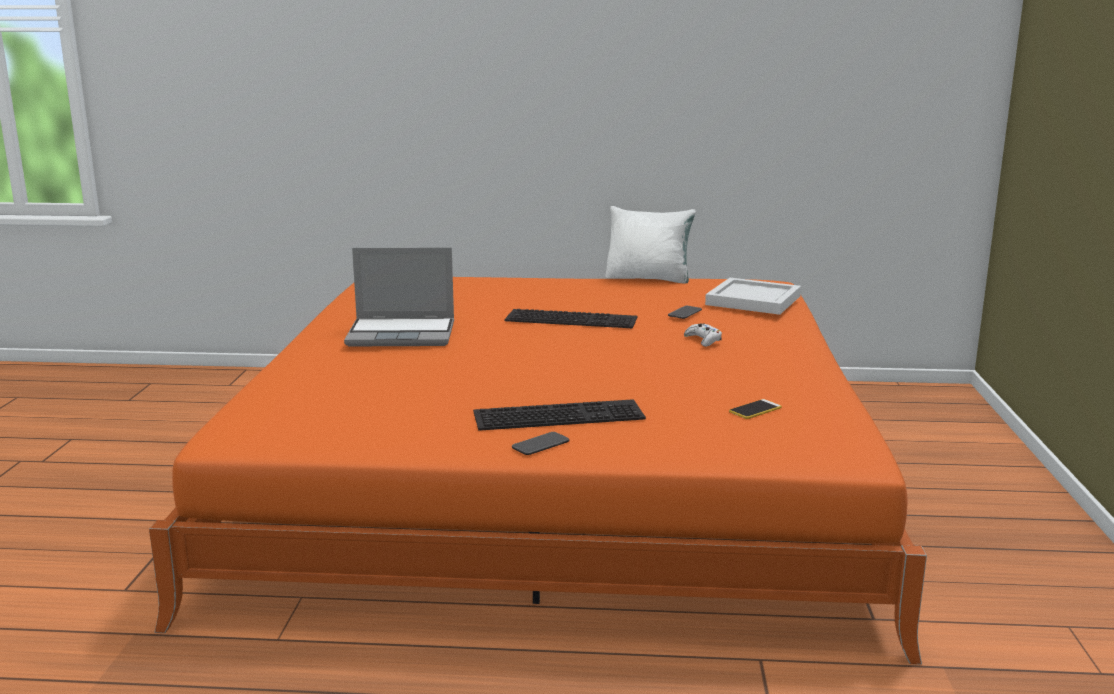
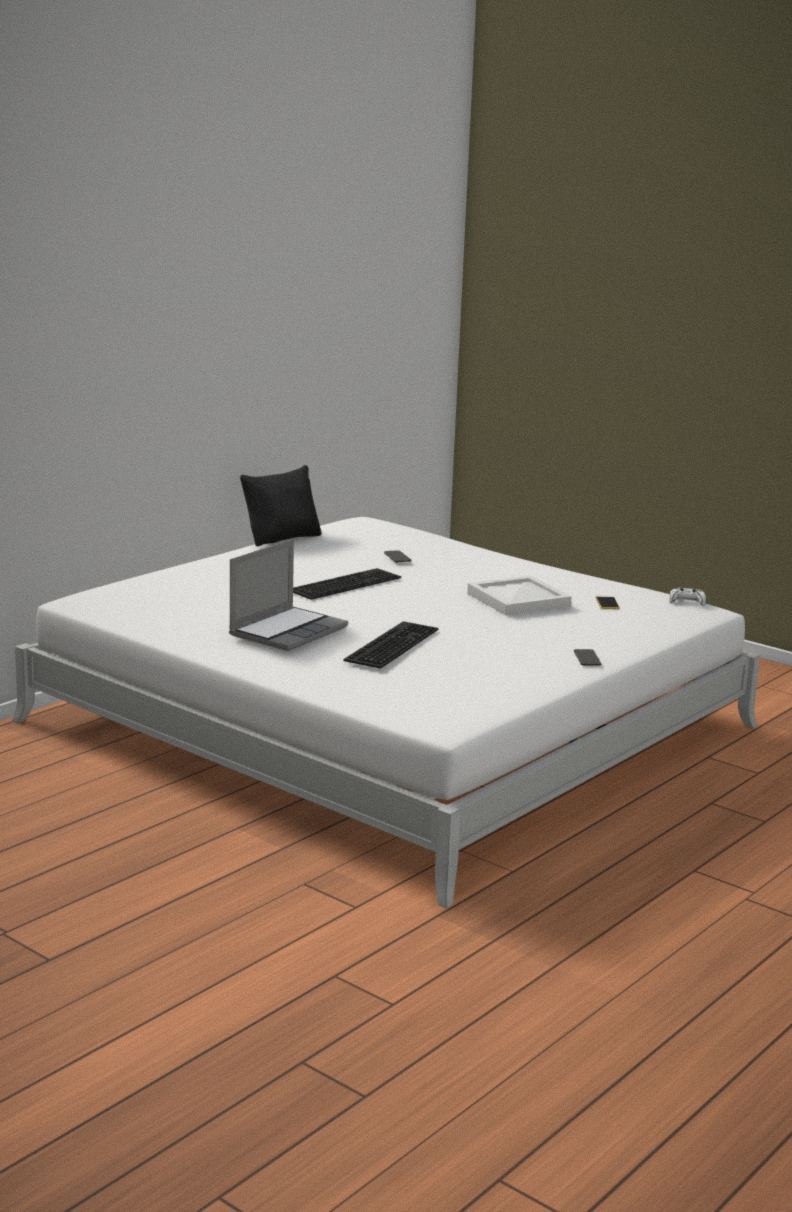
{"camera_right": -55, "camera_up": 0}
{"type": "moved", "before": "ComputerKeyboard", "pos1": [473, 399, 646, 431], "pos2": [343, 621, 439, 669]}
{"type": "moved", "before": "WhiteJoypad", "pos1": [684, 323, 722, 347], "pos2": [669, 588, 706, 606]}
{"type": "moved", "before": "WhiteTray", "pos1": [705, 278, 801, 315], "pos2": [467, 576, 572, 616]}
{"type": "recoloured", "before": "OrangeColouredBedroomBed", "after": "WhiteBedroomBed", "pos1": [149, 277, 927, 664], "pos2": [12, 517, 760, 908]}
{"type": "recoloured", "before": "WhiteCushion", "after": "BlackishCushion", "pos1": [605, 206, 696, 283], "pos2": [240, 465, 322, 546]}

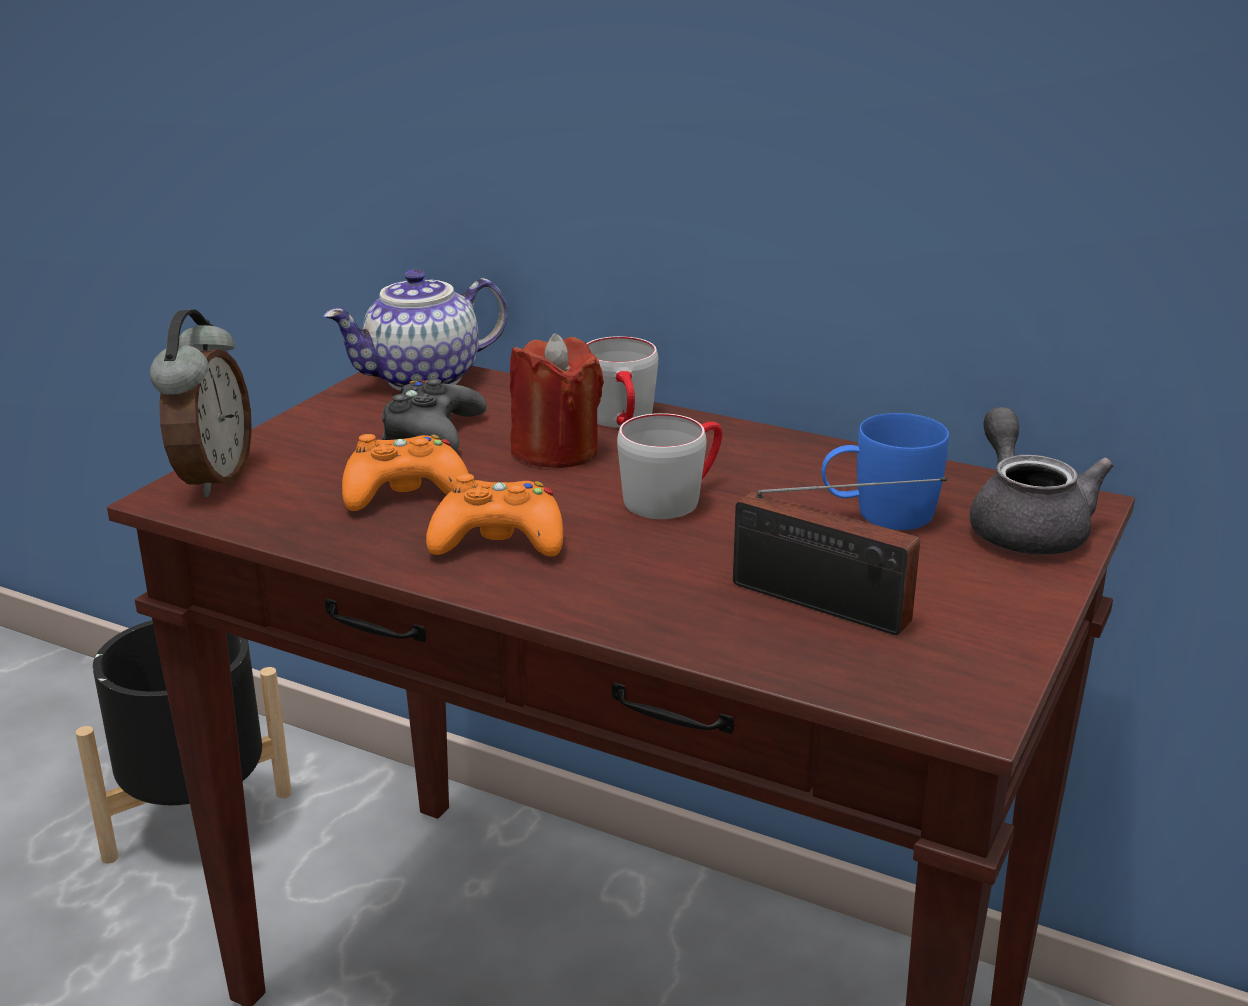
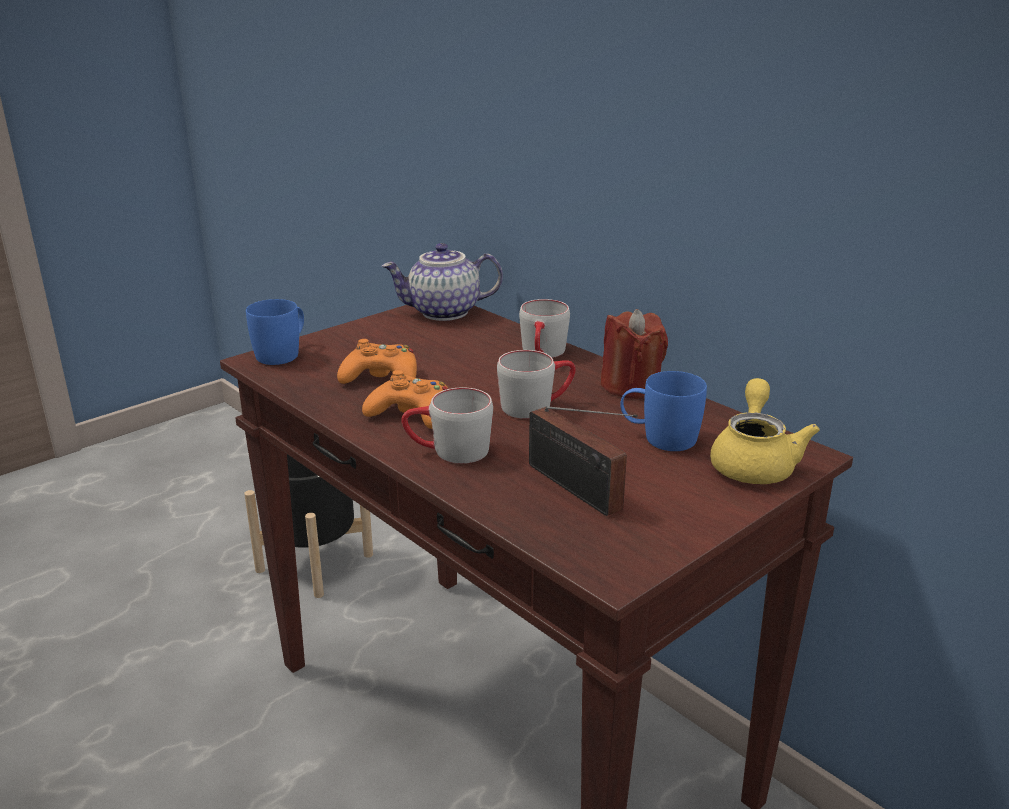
{"camera_right": 20, "camera_up": 0}
{"type": "removed", "before": "BlackishJoypad", "pos1": [382, 379, 487, 451]}
{"type": "added", "after": "GreyTeaMug", "pos2": [401, 388, 493, 464]}
{"type": "moved", "before": "ReddishCandle", "pos1": [510, 333, 604, 468], "pos2": [601, 309, 668, 399]}
{"type": "replaced", "before": "BedsideClock", "after": "BlueTeaMug", "pos1": [150, 310, 252, 498], "pos2": [246, 299, 304, 365]}
{"type": "recoloured", "before": "GreyTeapot", "after": "YellowColouredTeapot", "pos1": [970, 407, 1113, 555], "pos2": [710, 378, 820, 484]}

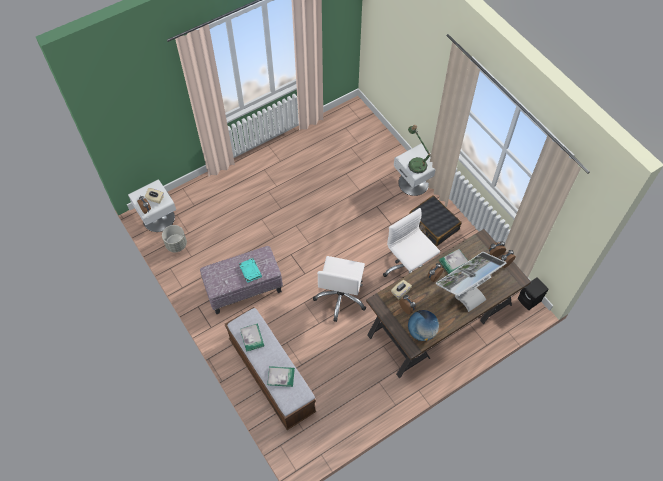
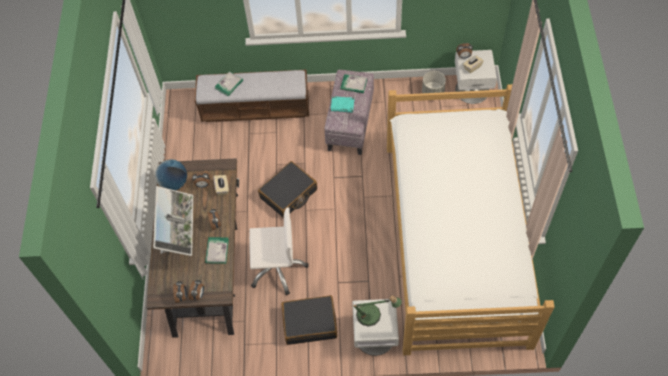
{"camera_right": 125, "camera_up": 0}
{"type": "removed", "before": "BlackishSpeaker", "pos1": [518, 277, 548, 310]}
{"type": "added", "after": "BedroomBed", "pos2": [387, 84, 555, 355]}
{"type": "moved", "before": "Book", "pos1": [240, 324, 264, 352], "pos2": [340, 74, 367, 93]}
{"type": "replaced", "before": "WhiteComputerChair", "after": "BlackishSuitcase", "pos1": [313, 256, 366, 322], "pos2": [258, 161, 317, 218]}

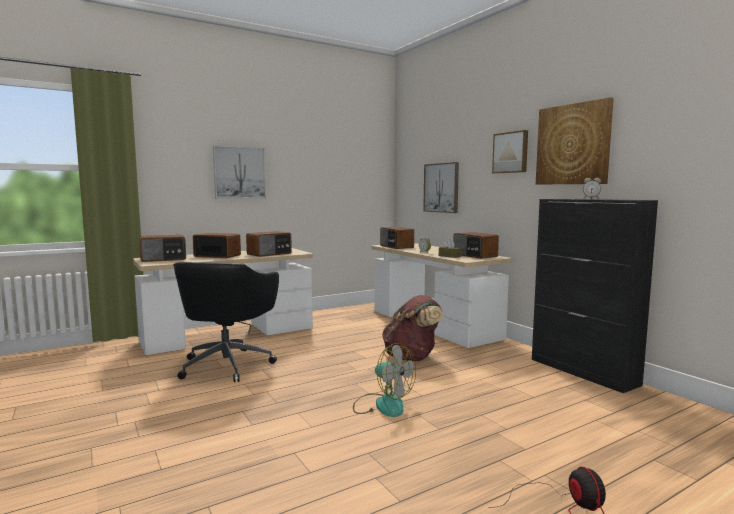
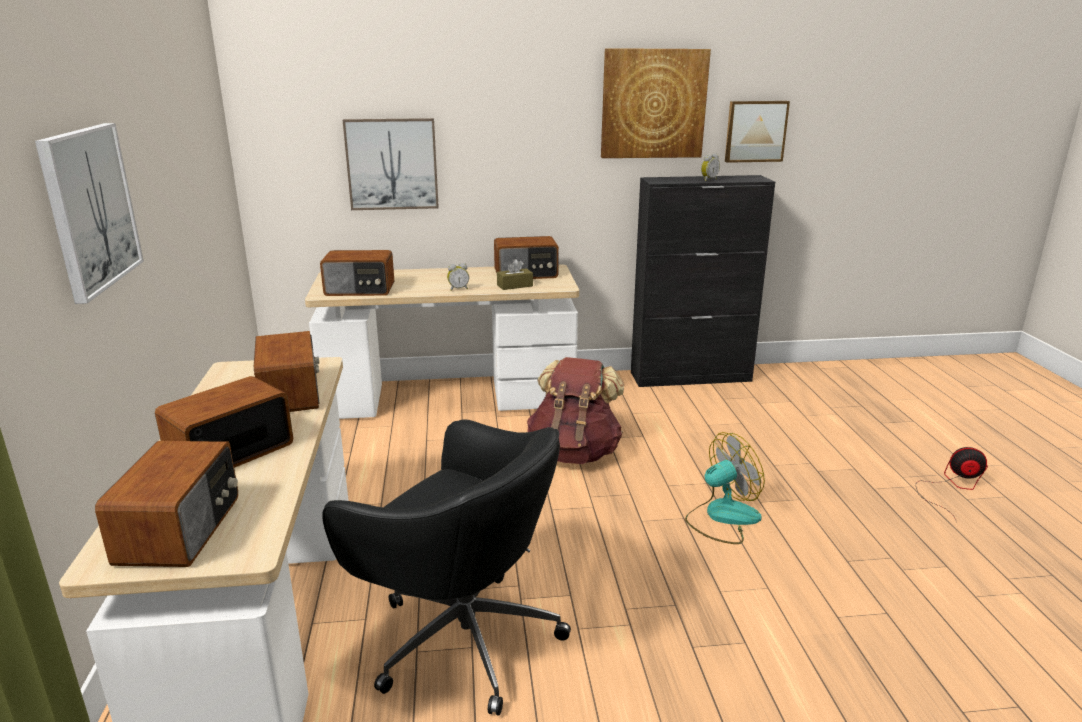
{"camera_right": -65, "camera_up": 15}
{"type": "moved", "before": "Picture", "pos1": [492, 130, 528, 174], "pos2": [725, 101, 790, 163]}

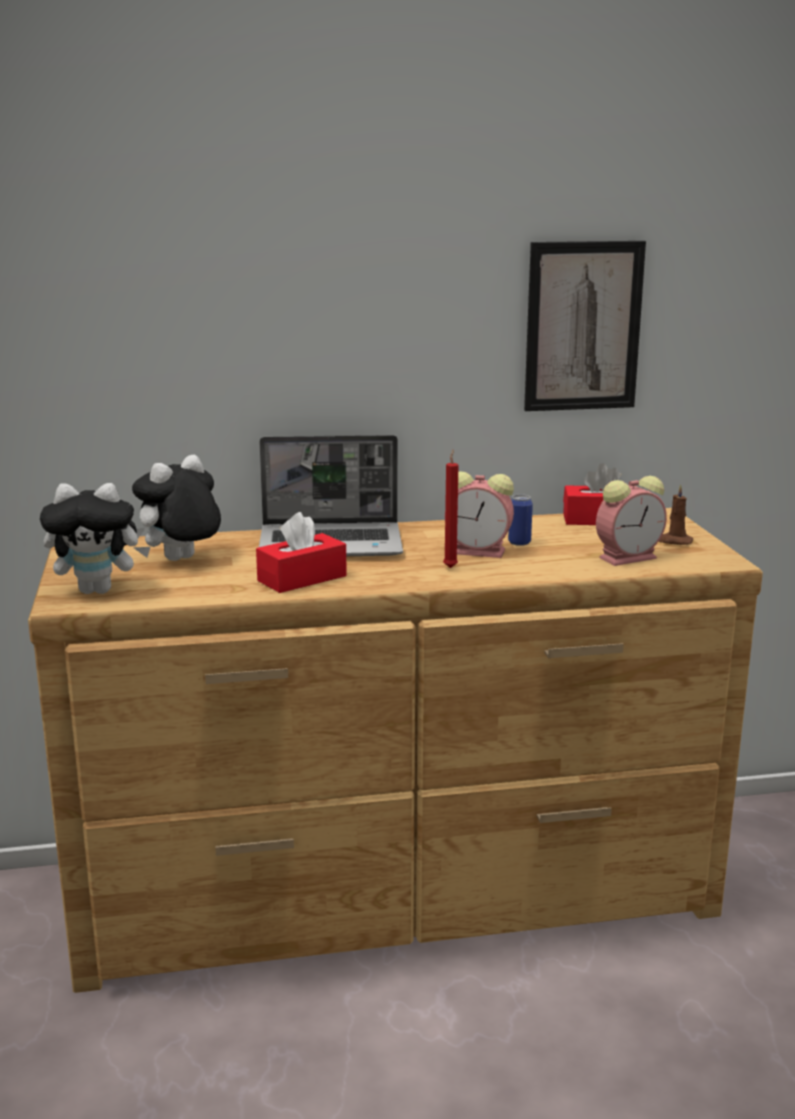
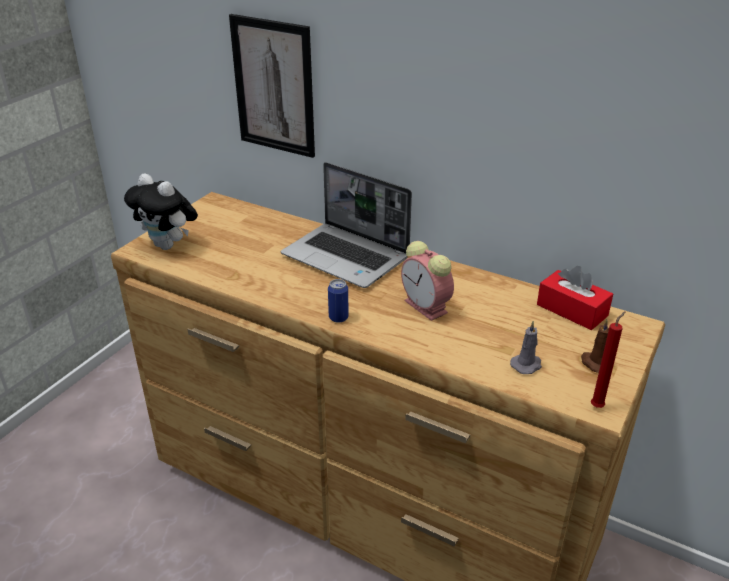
{"camera_right": 40, "camera_up": 15}
{"type": "removed", "before": "SoftToy", "pos1": [132, 455, 221, 561]}
{"type": "removed", "before": "ReddishTissueHolder", "pos1": [256, 512, 347, 593]}
{"type": "moved", "before": "ReddishCandle", "pos1": [443, 449, 458, 568], "pos2": [591, 311, 626, 408]}
{"type": "moved", "before": "Can", "pos1": [508, 494, 533, 546], "pos2": [328, 279, 349, 323]}
{"type": "moved", "before": "Picture", "pos1": [524, 241, 646, 411], "pos2": [229, 14, 315, 158]}
{"type": "replaced", "before": "BedsideClock", "after": "GreyCandle", "pos1": [596, 476, 667, 566], "pos2": [510, 321, 542, 374]}

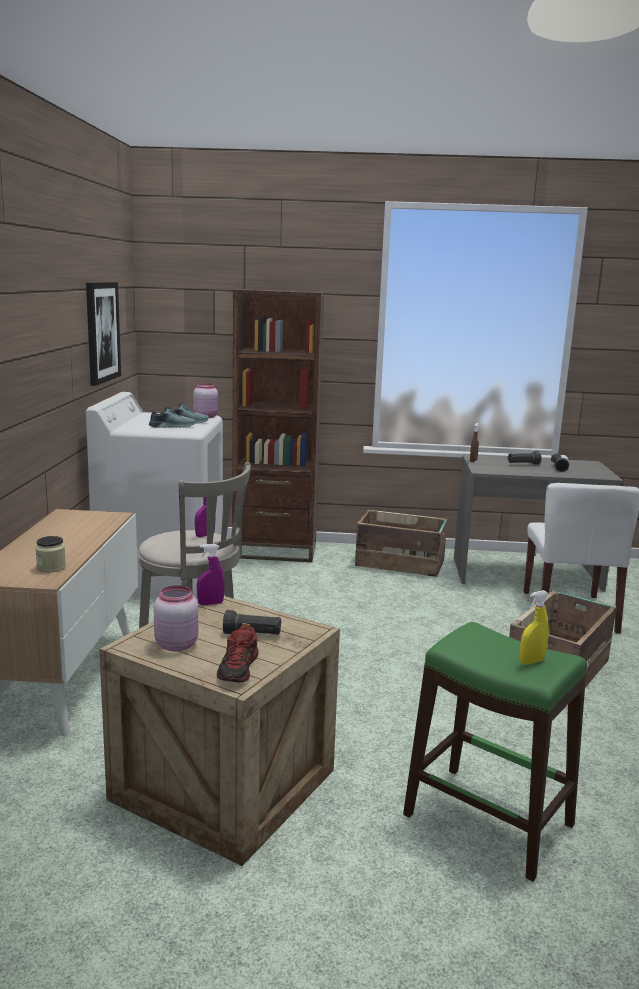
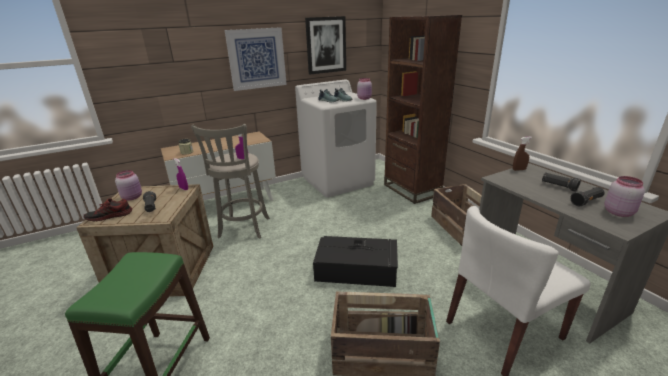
{"camera_right": 60, "camera_up": 10}
{"type": "removed", "before": "YellowColouredSprayer", "pos1": [520, 590, 549, 665]}
{"type": "added", "after": "Picture", "pos2": [225, 27, 287, 91]}
{"type": "added", "after": "BlackishStorageBox", "pos2": [313, 236, 398, 287]}
{"type": "added", "after": "PinkishPreserveJar", "pos2": [604, 176, 645, 217]}

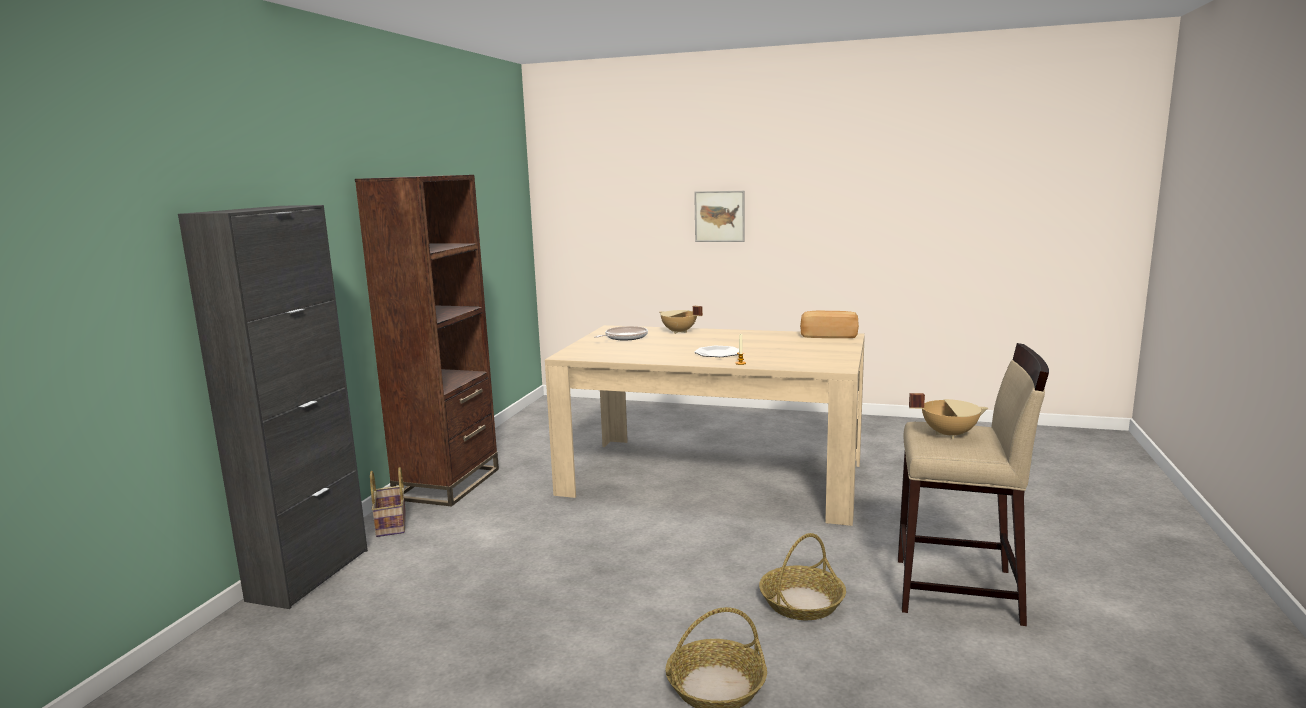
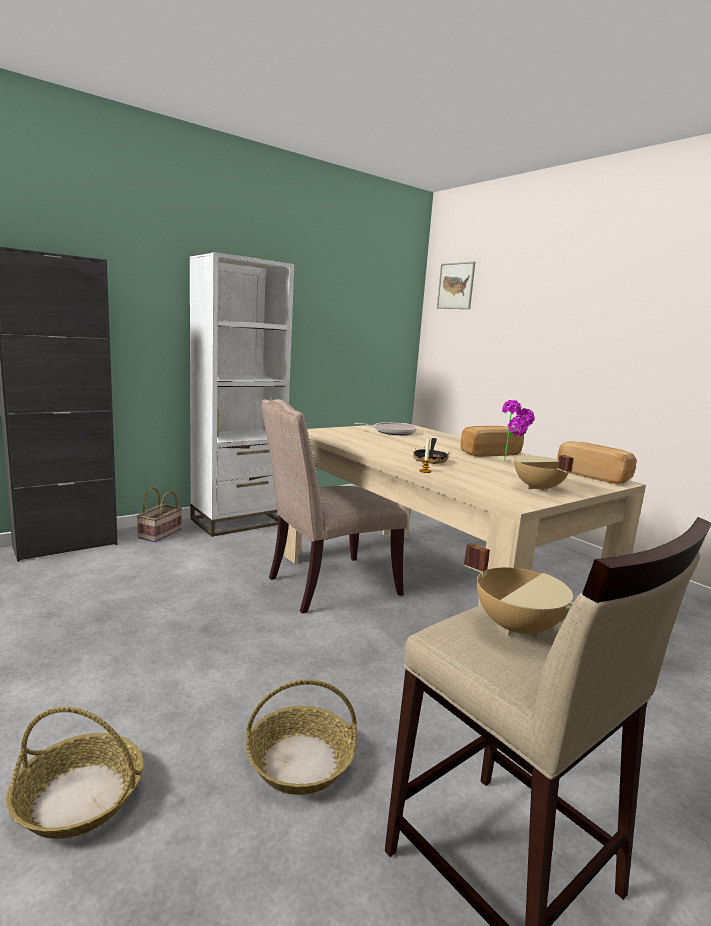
{"camera_right": 35, "camera_up": 0}
{"type": "added", "after": "BeigePlainChair", "pos2": [261, 399, 408, 614]}
{"type": "added", "after": "BakedBread", "pos2": [461, 426, 524, 457]}
{"type": "added", "after": "Houseplant", "pos2": [502, 400, 535, 461]}
{"type": "moved", "before": "BeigeCookingPot", "pos1": [660, 306, 703, 334], "pos2": [514, 454, 574, 492]}
{"type": "moved", "before": "Picture", "pos1": [694, 191, 744, 242], "pos2": [437, 262, 475, 309]}
{"type": "replaced", "before": "FlatDish", "after": "FryingPan", "pos1": [694, 346, 739, 357], "pos2": [413, 438, 449, 464]}
{"type": "recoloured", "before": "BrownColouredBookshelf", "after": "WhiteBookshelf", "pos1": [355, 175, 499, 507], "pos2": [190, 252, 294, 537]}

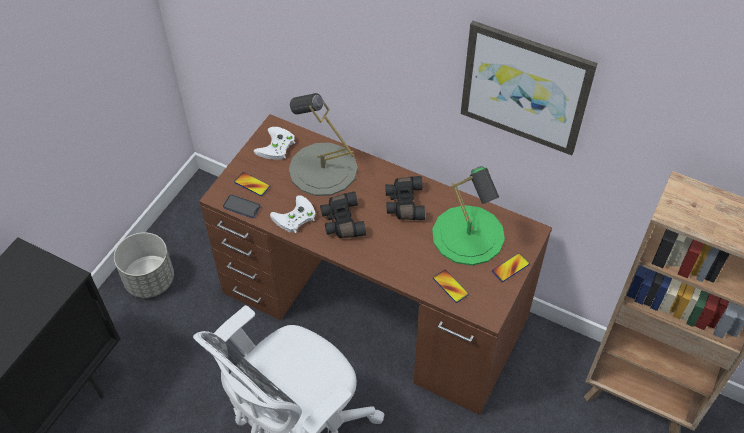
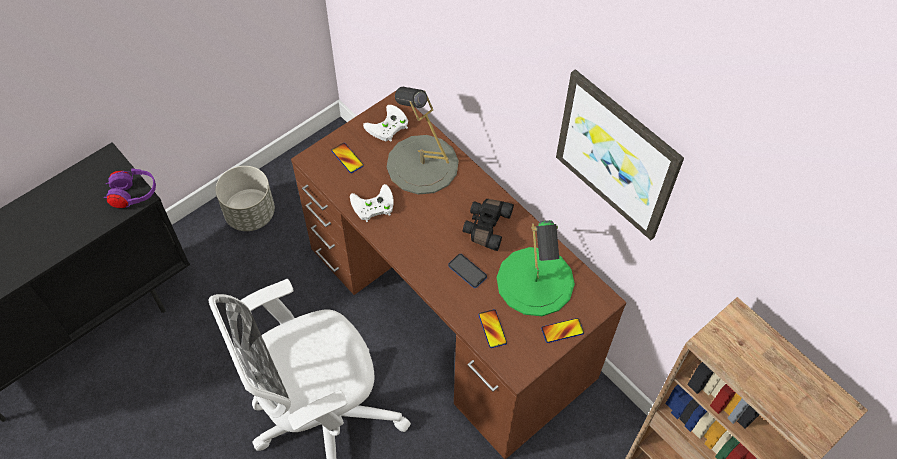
{"camera_right": 20, "camera_up": 5}
{"type": "removed", "before": "BlackishFieldGlasses", "pos1": [320, 191, 366, 238]}
{"type": "added", "after": "PurplishHeadphones", "pos2": [104, 168, 156, 208]}
{"type": "moved", "before": "Phone", "pos1": [223, 194, 261, 218], "pos2": [448, 254, 487, 288]}

